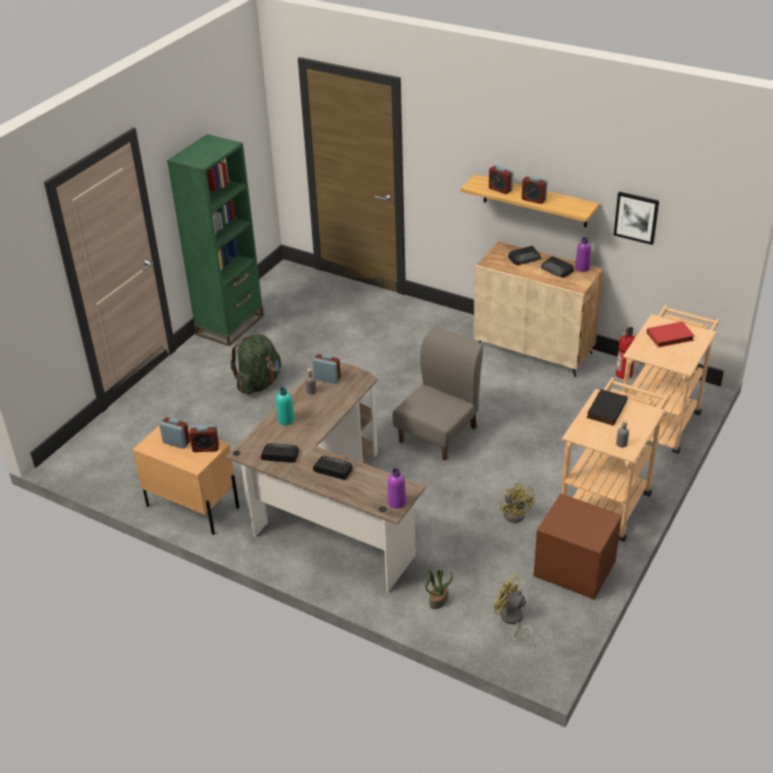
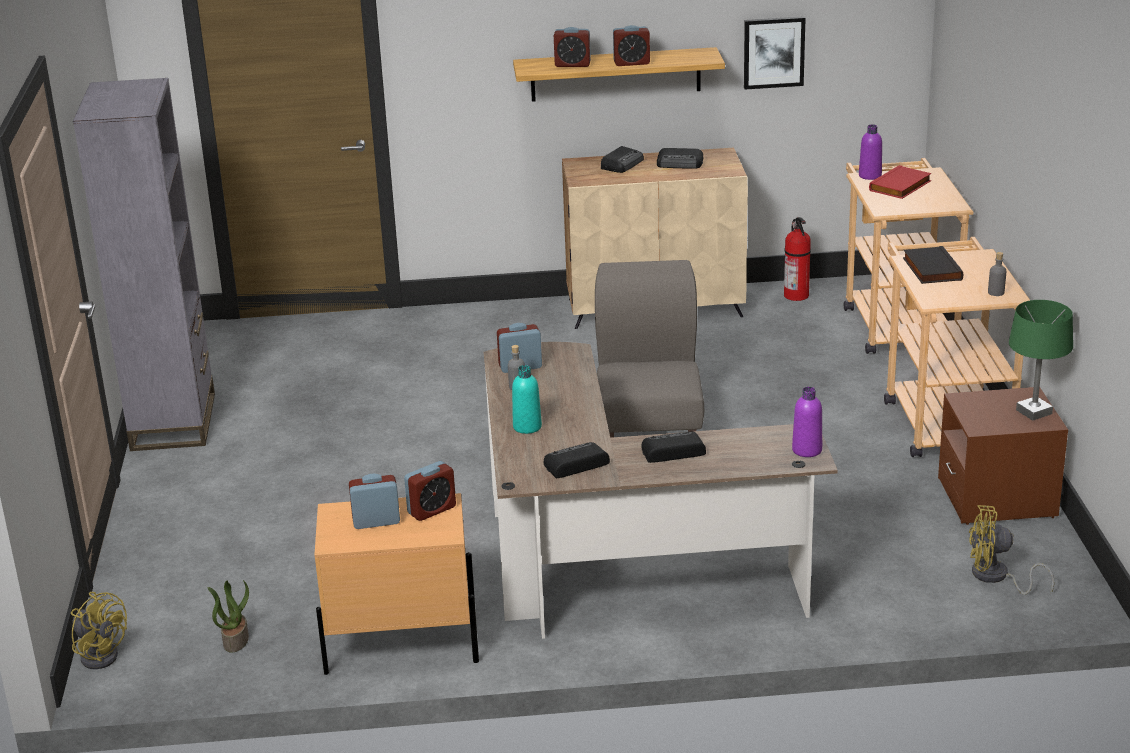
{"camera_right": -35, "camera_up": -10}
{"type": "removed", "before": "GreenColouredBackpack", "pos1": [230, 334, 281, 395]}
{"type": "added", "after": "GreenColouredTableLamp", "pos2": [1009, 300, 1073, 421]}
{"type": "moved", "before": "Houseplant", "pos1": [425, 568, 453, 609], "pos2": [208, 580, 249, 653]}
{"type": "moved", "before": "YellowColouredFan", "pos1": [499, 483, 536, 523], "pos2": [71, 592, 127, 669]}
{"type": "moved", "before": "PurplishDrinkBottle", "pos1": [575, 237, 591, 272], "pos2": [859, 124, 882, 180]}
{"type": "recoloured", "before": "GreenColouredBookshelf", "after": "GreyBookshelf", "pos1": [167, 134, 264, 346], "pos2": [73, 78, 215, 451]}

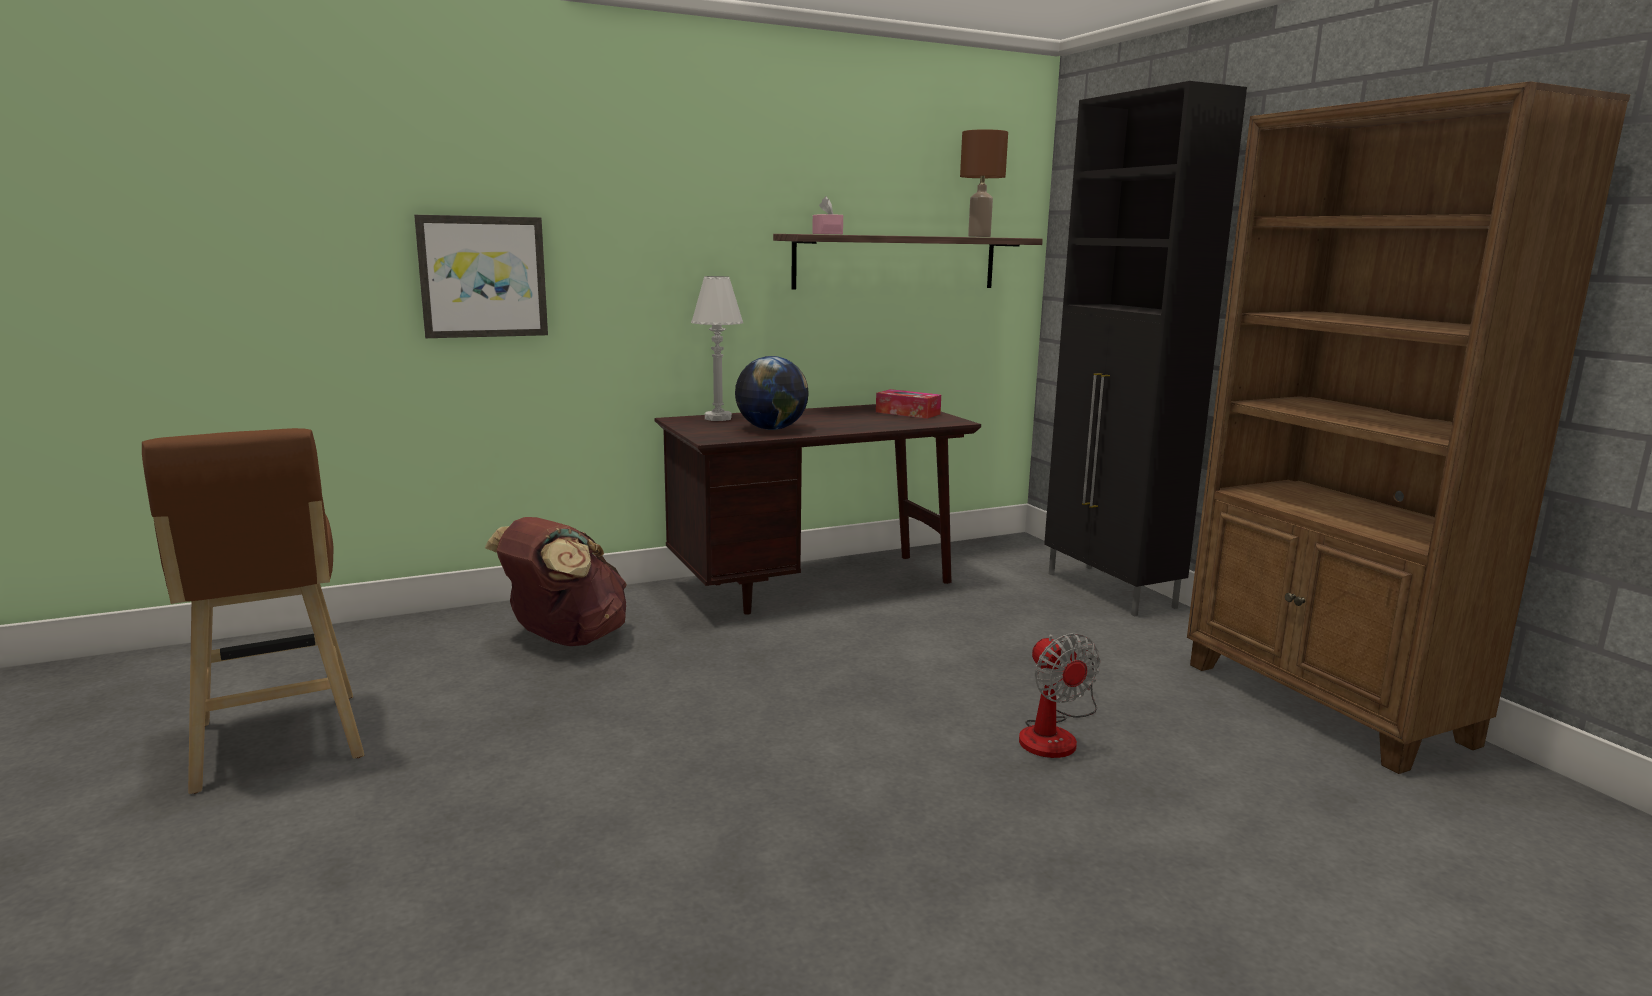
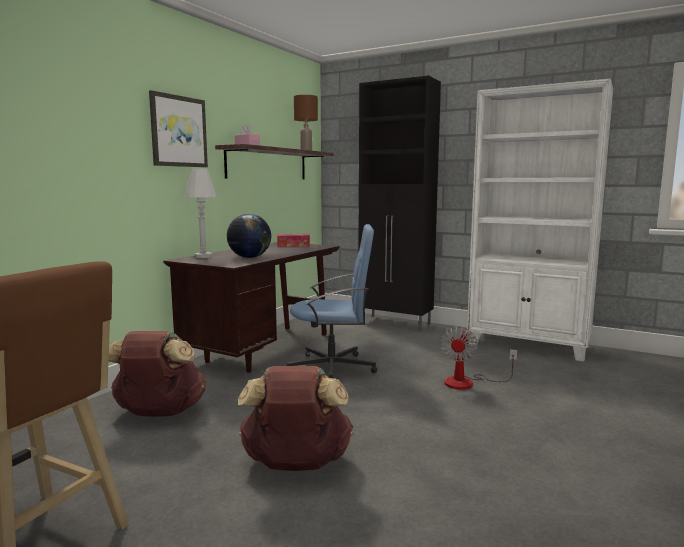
{"camera_right": -35, "camera_up": -5}
{"type": "added", "after": "BrownColouredBackpack", "pos2": [238, 366, 353, 471]}
{"type": "added", "after": "BlueComputerChair", "pos2": [286, 224, 377, 378]}
{"type": "moved", "before": "Picture", "pos1": [414, 215, 548, 338], "pos2": [149, 90, 208, 167]}
{"type": "recoloured", "before": "BrownColouredBookshelf", "after": "WhiteBookshelf", "pos1": [1187, 81, 1630, 774], "pos2": [467, 79, 613, 362]}
{"type": "turned", "before": "Fan", "pos1": [1019, 633, 1100, 758], "pos2": [441, 326, 517, 390], "turn": 75}

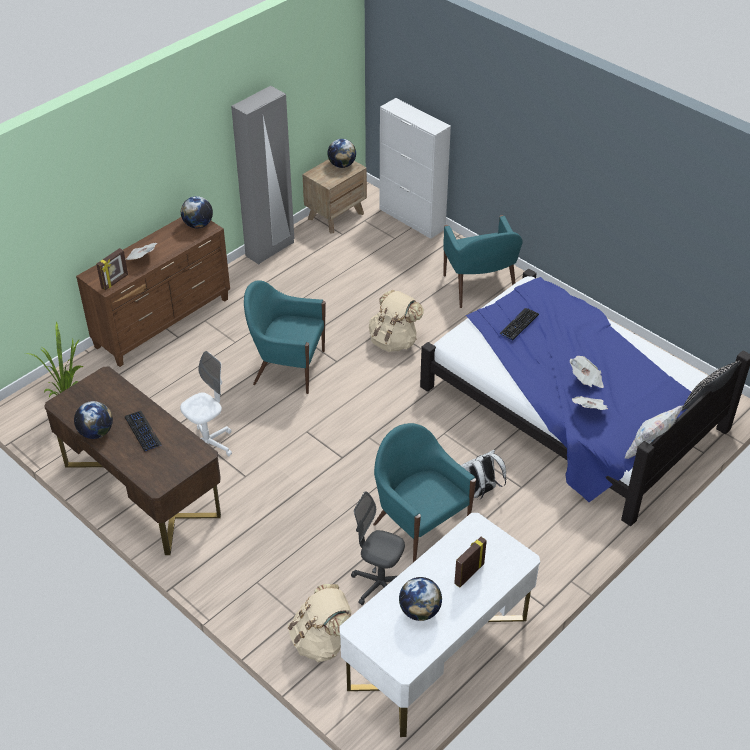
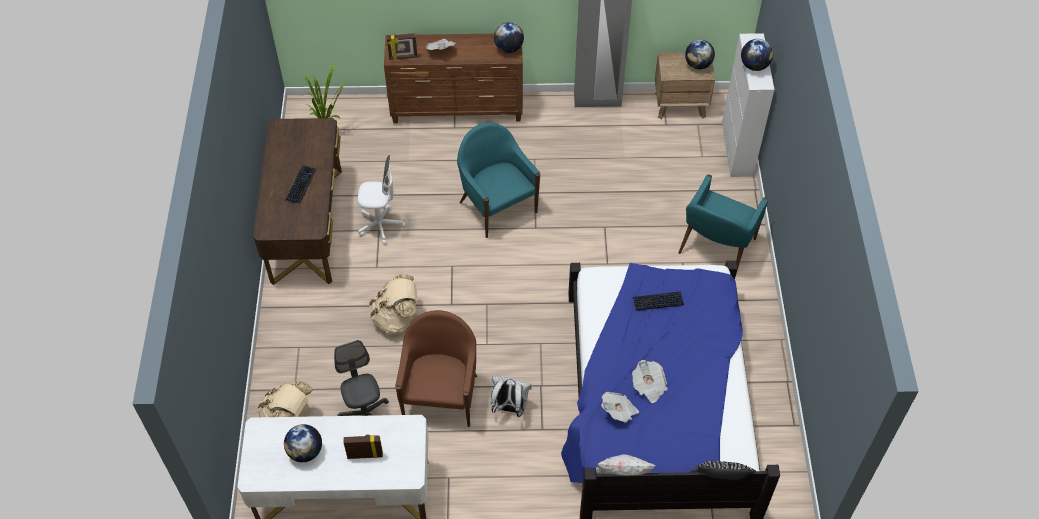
{"camera_right": 45, "camera_up": 10}
{"type": "moved", "before": "WorldGlobe", "pos1": [74, 401, 113, 439], "pos2": [741, 39, 773, 71]}
{"type": "moved", "before": "BeigeBackpack", "pos1": [369, 290, 424, 352], "pos2": [369, 274, 418, 334]}
{"type": "recoloured", "before": "BlueGreenLoungeChair", "after": "BrownColouredLoungeChair", "pos1": [373, 423, 476, 562], "pos2": [395, 310, 477, 427]}

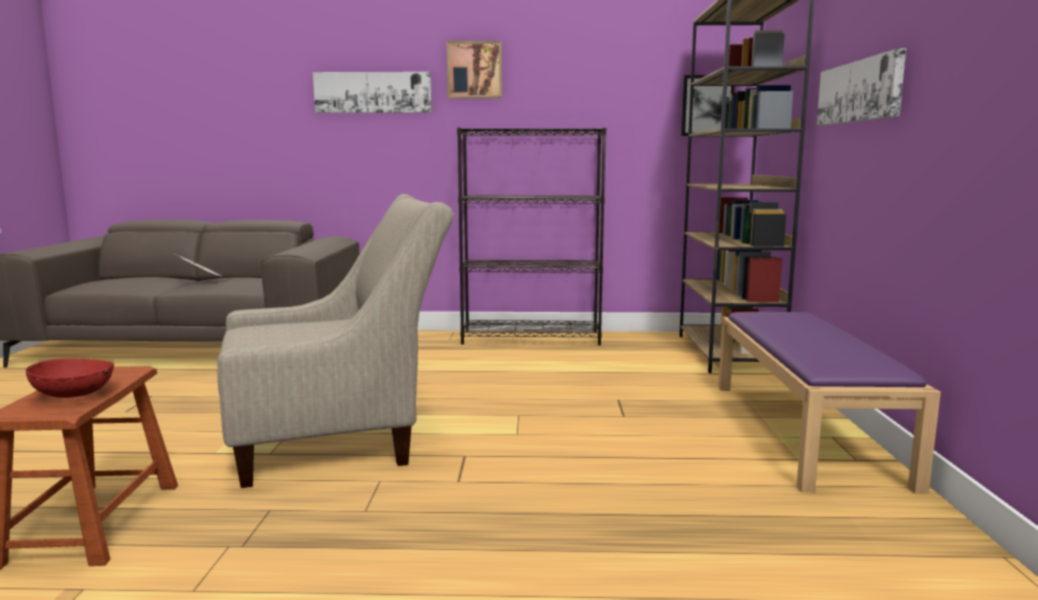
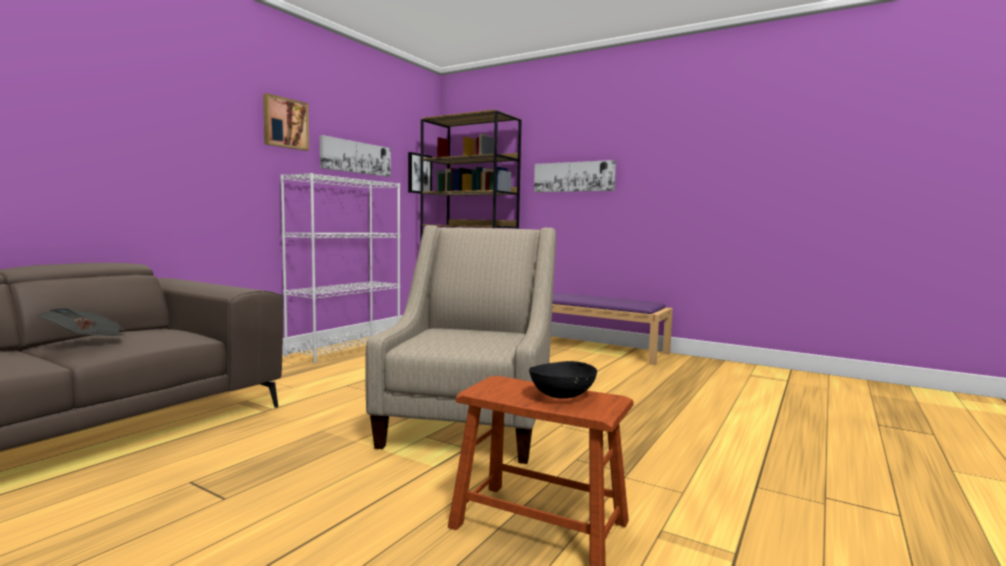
{"camera_right": -60, "camera_up": -5}
{"type": "moved", "before": "Picture", "pos1": [313, 72, 432, 113], "pos2": [320, 135, 391, 177]}
{"type": "recoloured", "before": "ReddishServingBowl", "after": "BlackishServingBowl", "pos1": [26, 358, 114, 398], "pos2": [529, 361, 597, 399]}
{"type": "recoloured", "before": "BlackishBookshelf", "after": "WhiteBookshelf", "pos1": [457, 127, 606, 345], "pos2": [280, 173, 400, 363]}

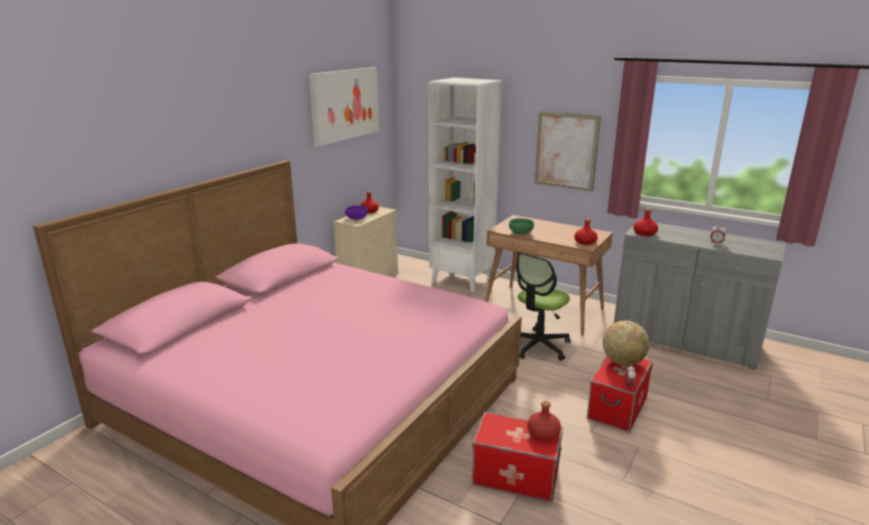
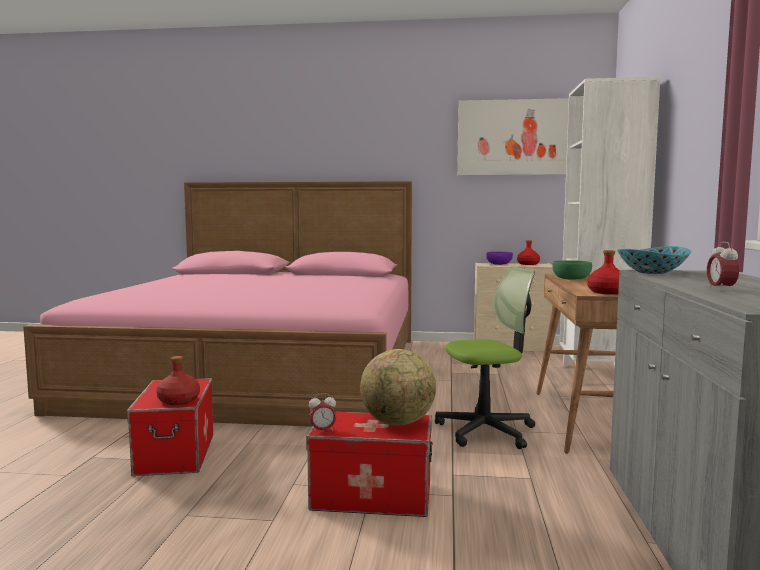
{"camera_right": 65, "camera_up": -15}
{"type": "removed", "before": "Picture", "pos1": [535, 111, 601, 191]}
{"type": "replaced", "before": "ReddishDrinkBottle", "after": "ServingBowl", "pos1": [633, 209, 658, 236], "pos2": [617, 246, 691, 274]}
{"type": "turned", "before": "ComputerChair", "pos1": [516, 252, 570, 361], "pos2": [435, 267, 535, 449], "turn": 150}

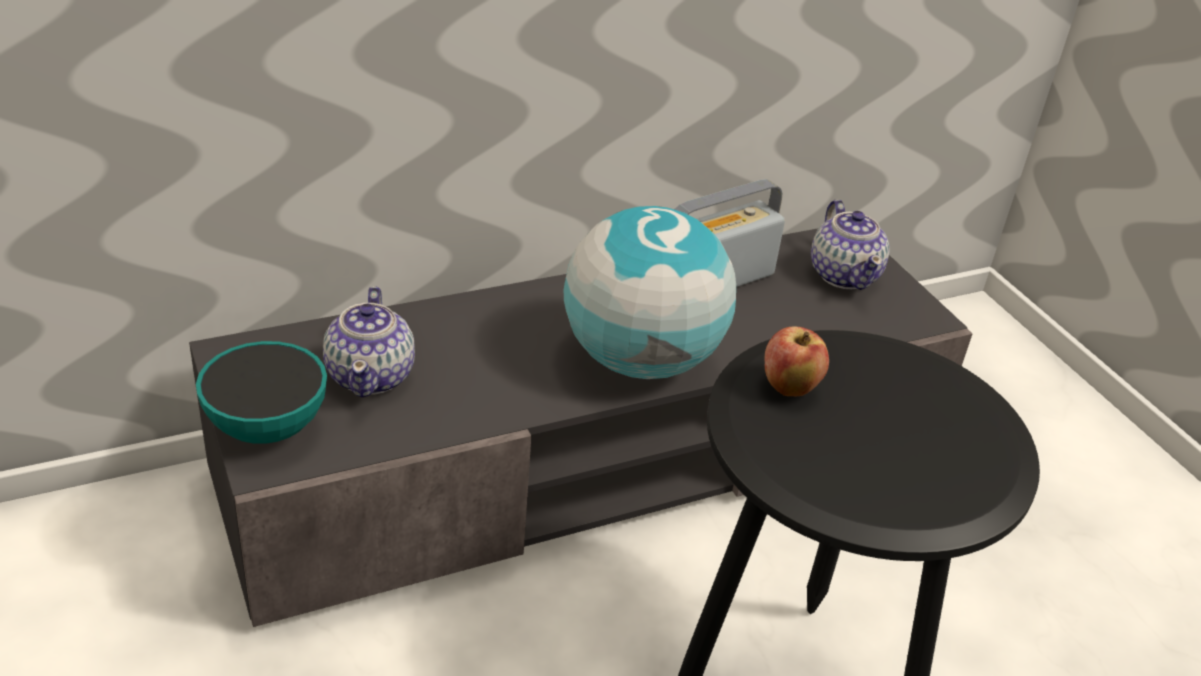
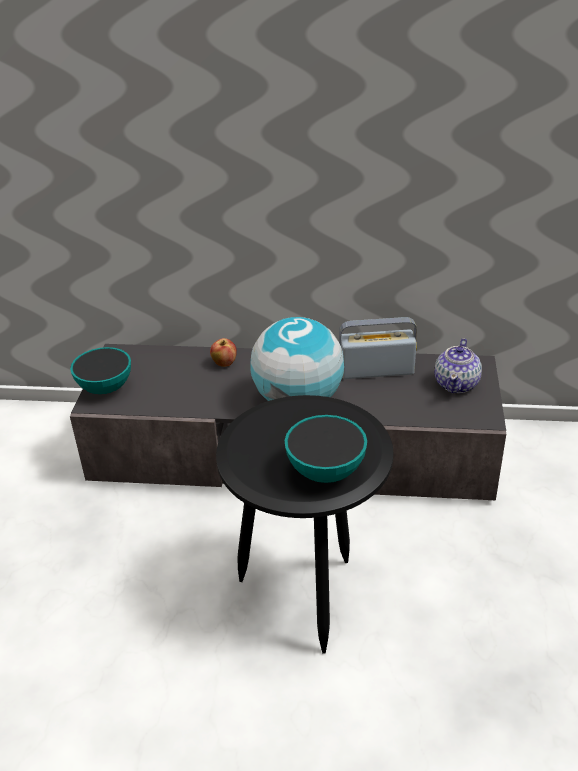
{"camera_right": 35, "camera_up": 0}
{"type": "removed", "before": "Teapot", "pos1": [323, 286, 415, 397]}
{"type": "added", "after": "ServingBowl", "pos2": [285, 415, 367, 483]}
{"type": "moved", "before": "WholeApple", "pos1": [765, 327, 829, 396], "pos2": [210, 338, 237, 367]}

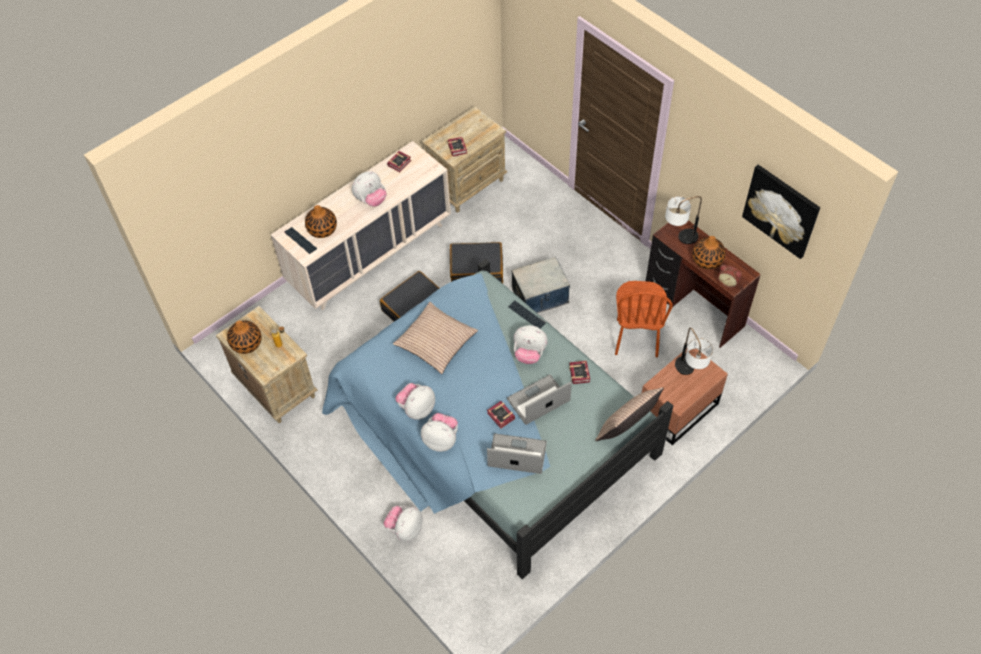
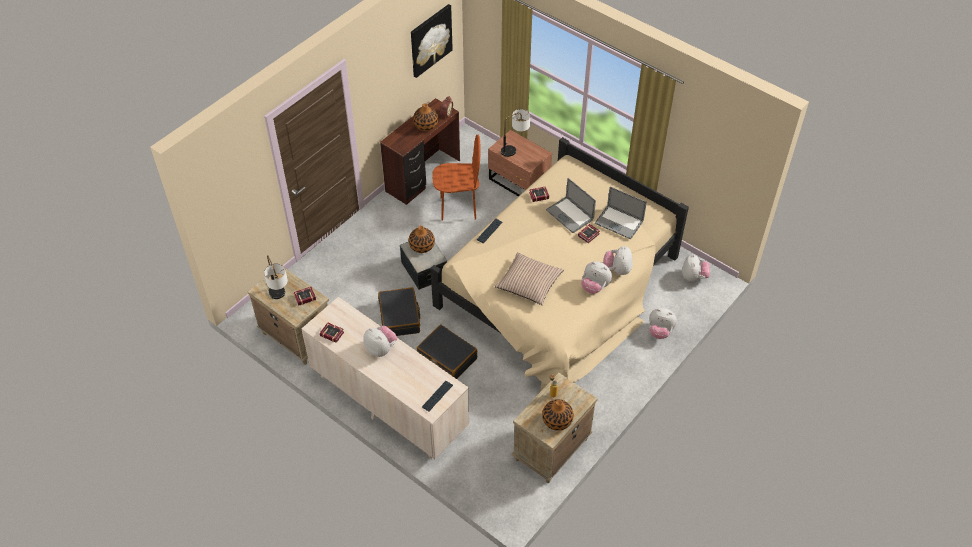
{"camera_right": -100, "camera_up": -5}
{"type": "removed", "before": "Cushion", "pos1": [595, 387, 664, 441]}
{"type": "moved", "before": "Vase", "pos1": [305, 205, 337, 238], "pos2": [409, 226, 435, 253]}
{"type": "moved", "before": "SoftToy", "pos1": [514, 325, 548, 364], "pos2": [682, 254, 710, 281]}
{"type": "moved", "before": "TableLamp", "pos1": [665, 196, 702, 244], "pos2": [264, 255, 288, 299]}
{"type": "recoloured", "before": "BlueBedroomBed", "after": "BeigeBedroomBed", "pos1": [322, 259, 673, 579], "pos2": [430, 137, 689, 392]}
{"type": "turned", "before": "Laptop", "pos1": [487, 433, 547, 474], "pos2": [595, 186, 647, 239], "turn": -60}

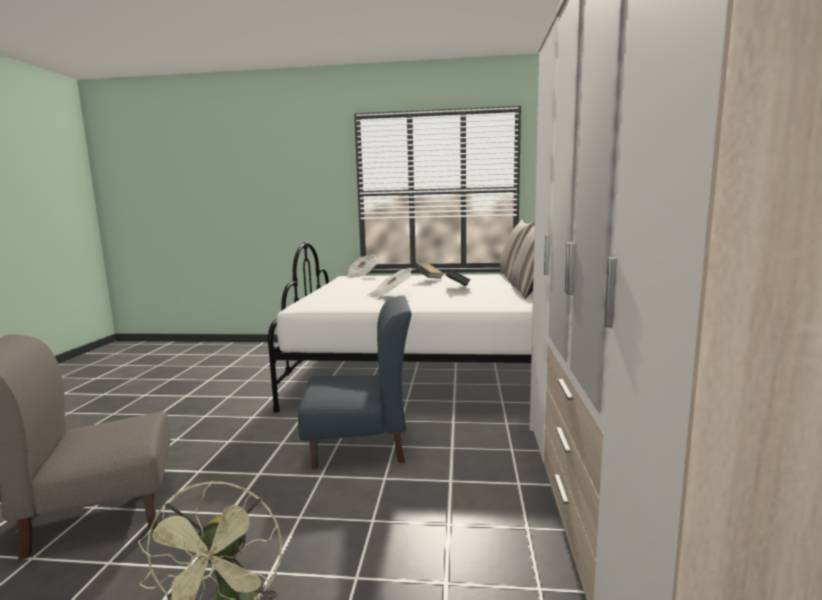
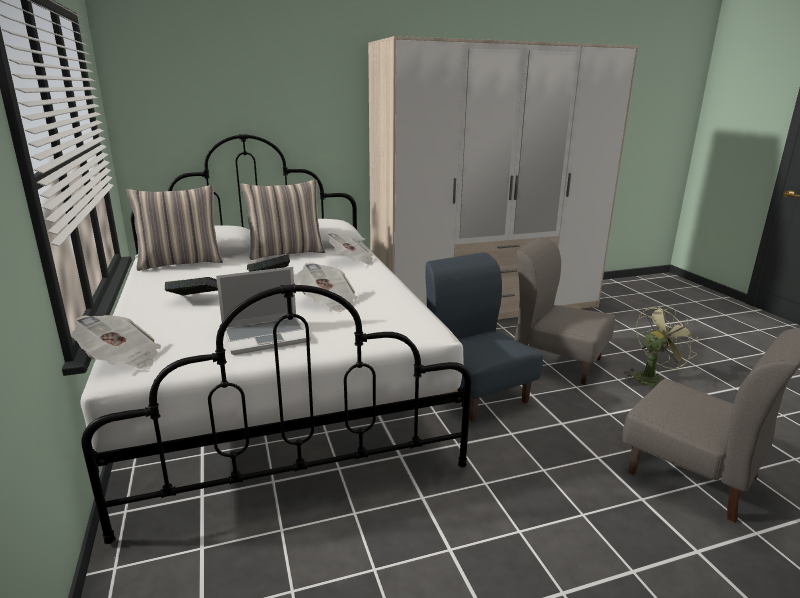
{"camera_right": -115, "camera_up": 10}
{"type": "added", "after": "Laptop", "pos2": [216, 267, 311, 355]}
{"type": "added", "after": "Newspaper", "pos2": [327, 233, 373, 265]}
{"type": "added", "after": "GreyPlainChair", "pos2": [515, 237, 615, 385]}

